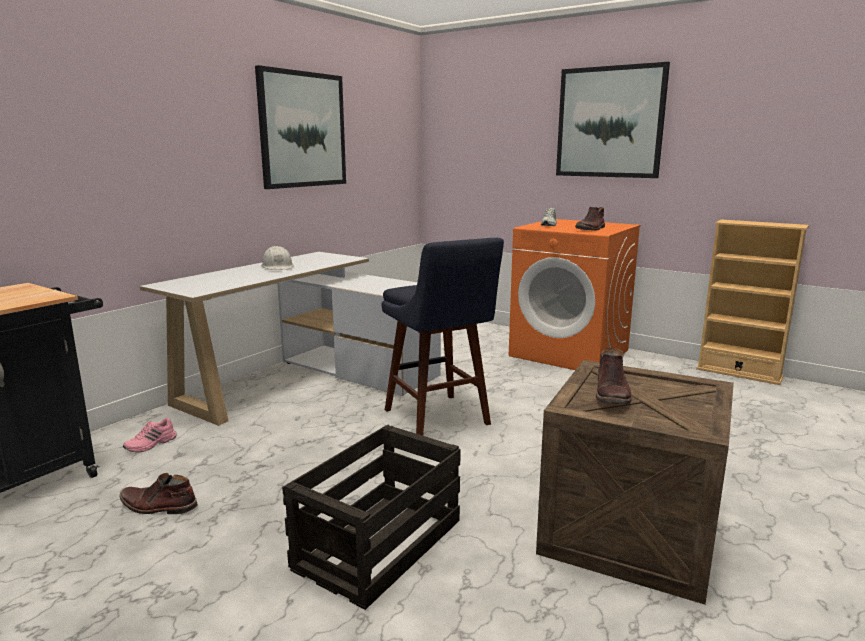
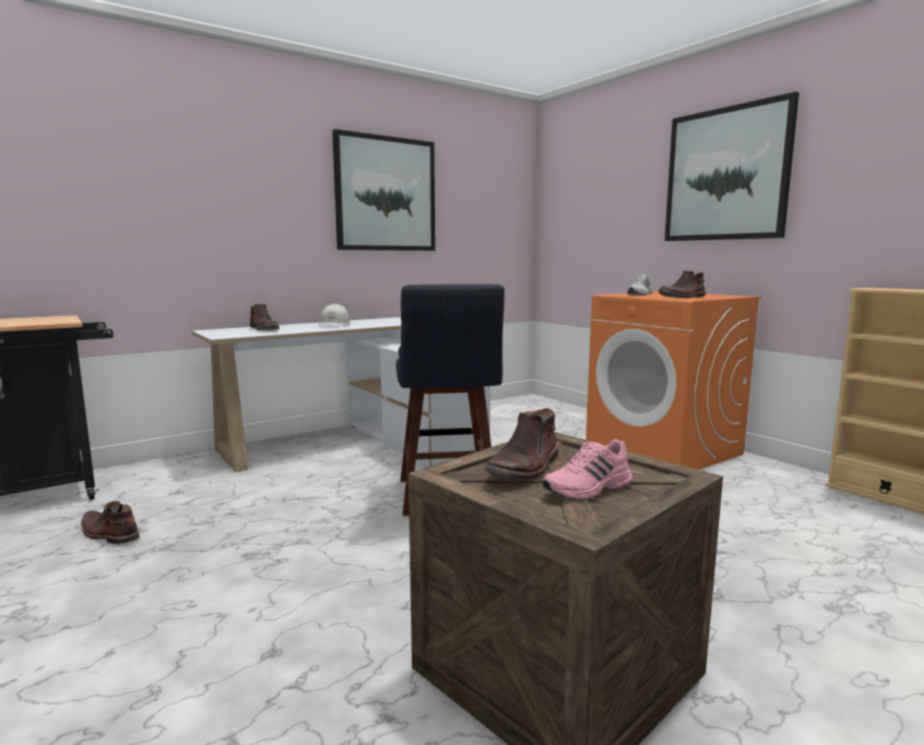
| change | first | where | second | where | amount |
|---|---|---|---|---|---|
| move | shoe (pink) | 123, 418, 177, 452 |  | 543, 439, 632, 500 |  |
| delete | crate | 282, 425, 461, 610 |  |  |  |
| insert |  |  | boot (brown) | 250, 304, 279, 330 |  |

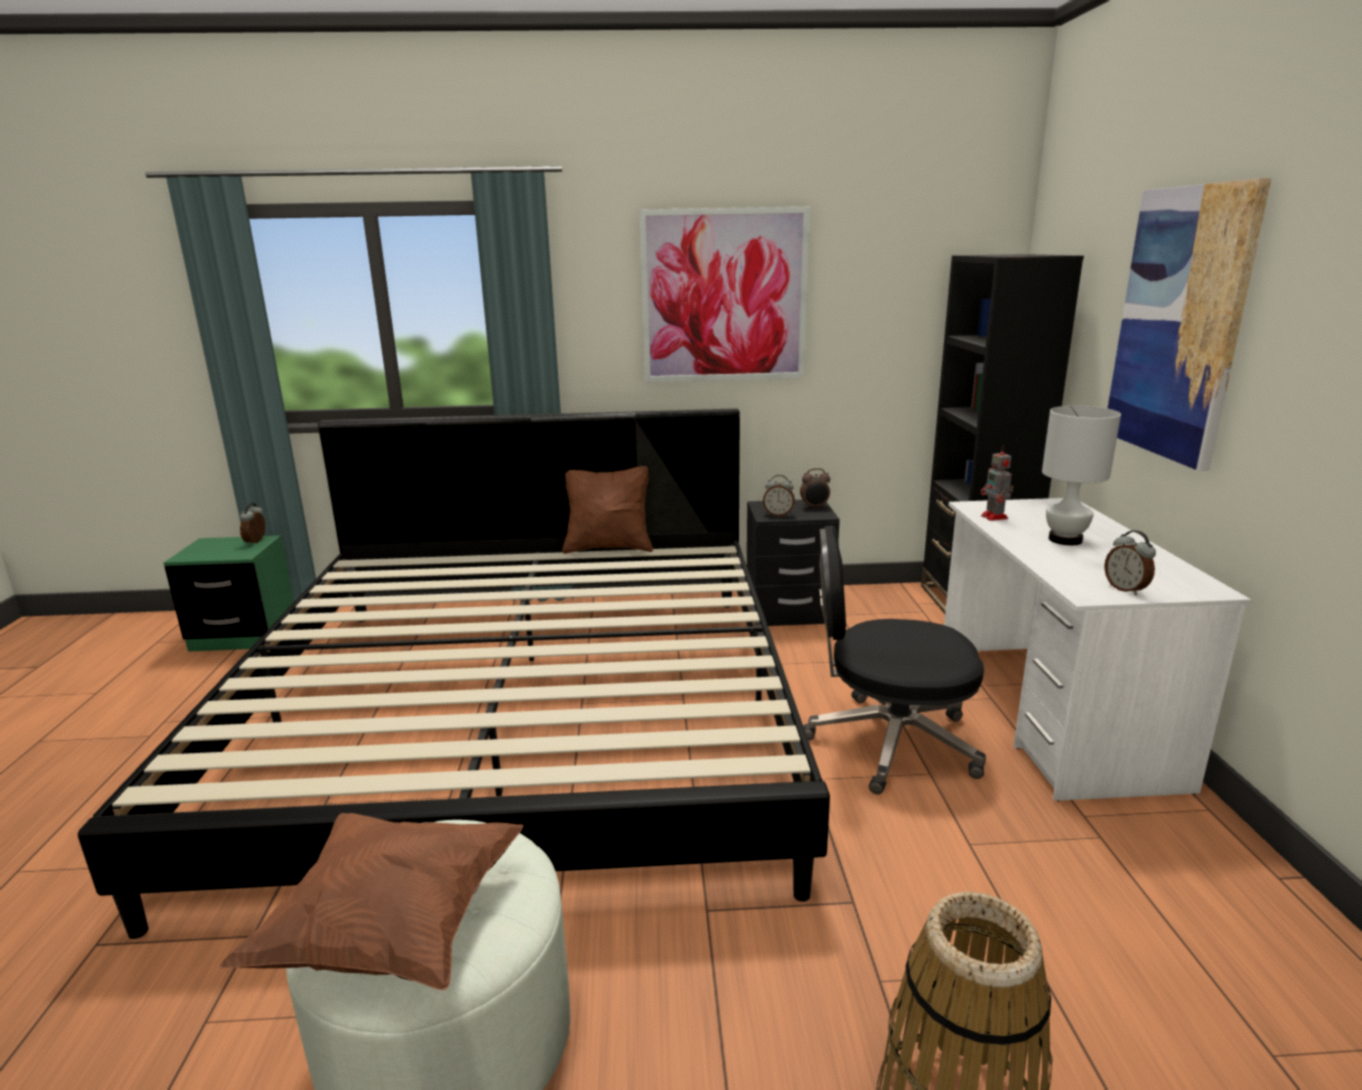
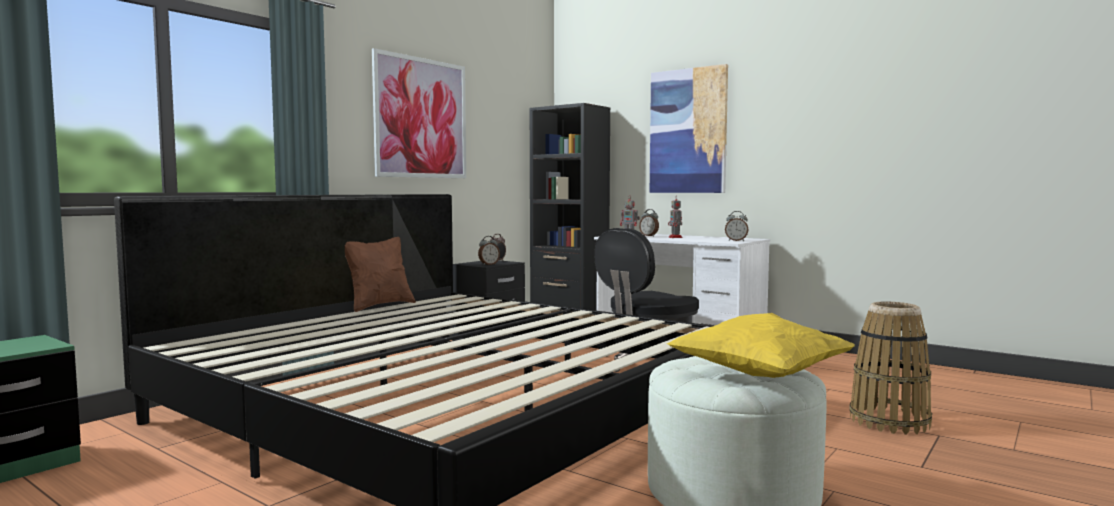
| change | first | where | second | where | amount |
|---|---|---|---|---|---|
| replace | table lamp (white) | 1042, 406, 1121, 545 | toy robot | 668, 196, 683, 238 |  |
| move | alarm clock | 240, 503, 265, 545 |  | 639, 209, 659, 237 |  |
| recolor | pillow (brown) | 219, 813, 523, 990 | pillow (yellow) | 667, 313, 855, 378 |  |

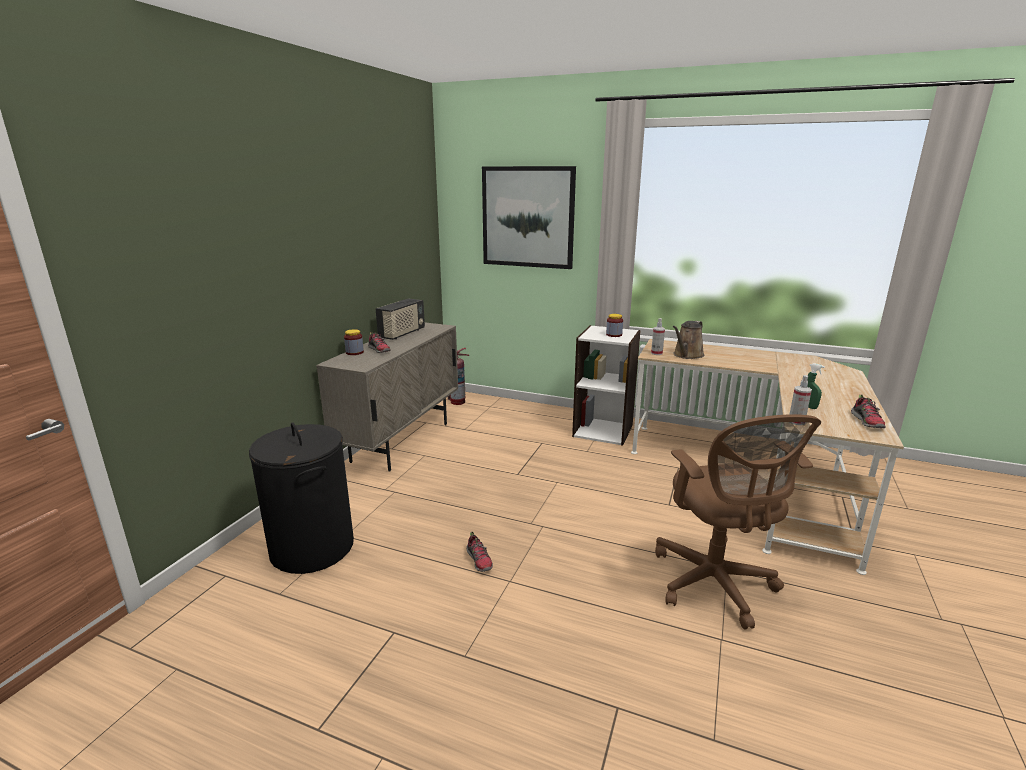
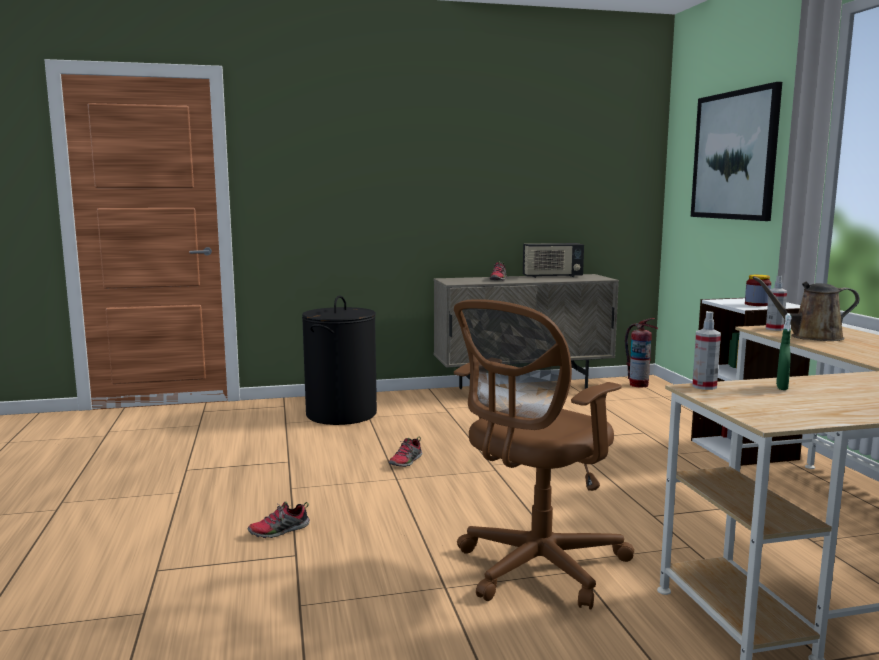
| change | first | where | second | where | amount |
|---|---|---|---|---|---|
| delete | jar | 344, 329, 364, 355 |  |  |  |
| move | shoe | 851, 394, 886, 428 |  | 248, 502, 310, 538 |  |

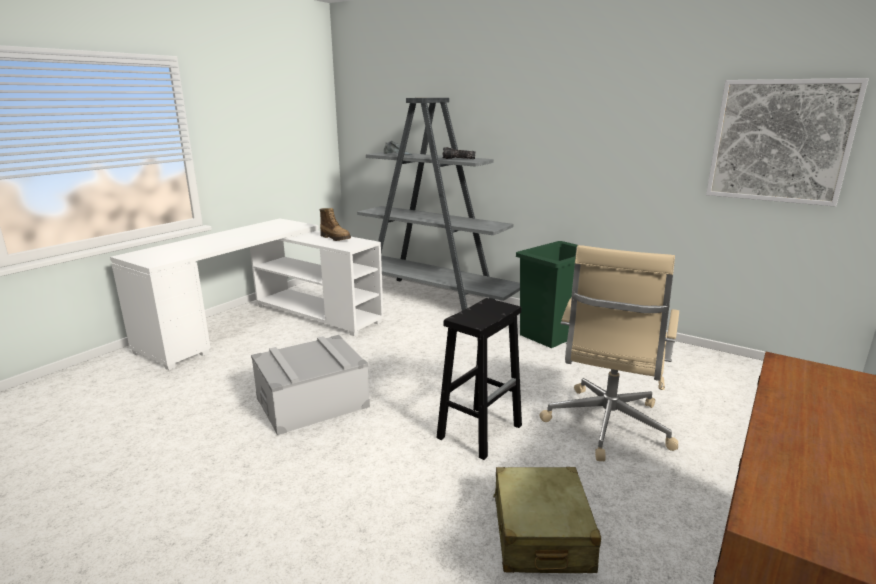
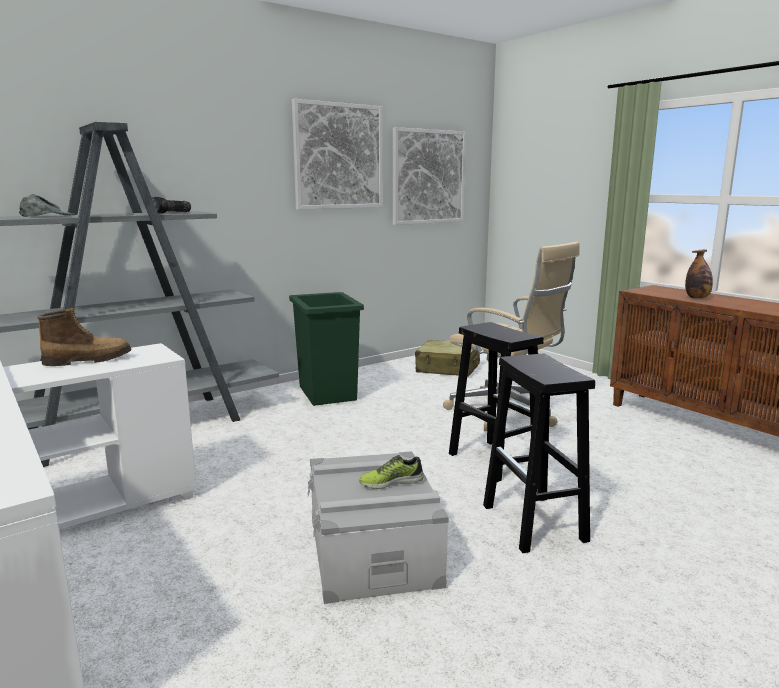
| change | first | where | second | where | amount |
|---|---|---|---|---|---|
| move | suitcase (beige) | 493, 467, 601, 573 |  | 415, 340, 480, 376 |  |
| insert |  |  | picture | 292, 99, 383, 210 |  |
| insert |  |  | bottle | 685, 249, 713, 299 |  |
| insert |  |  | stool (black) | 483, 354, 595, 553 |  |
| insert |  |  | shoe | 359, 455, 424, 489 |  |

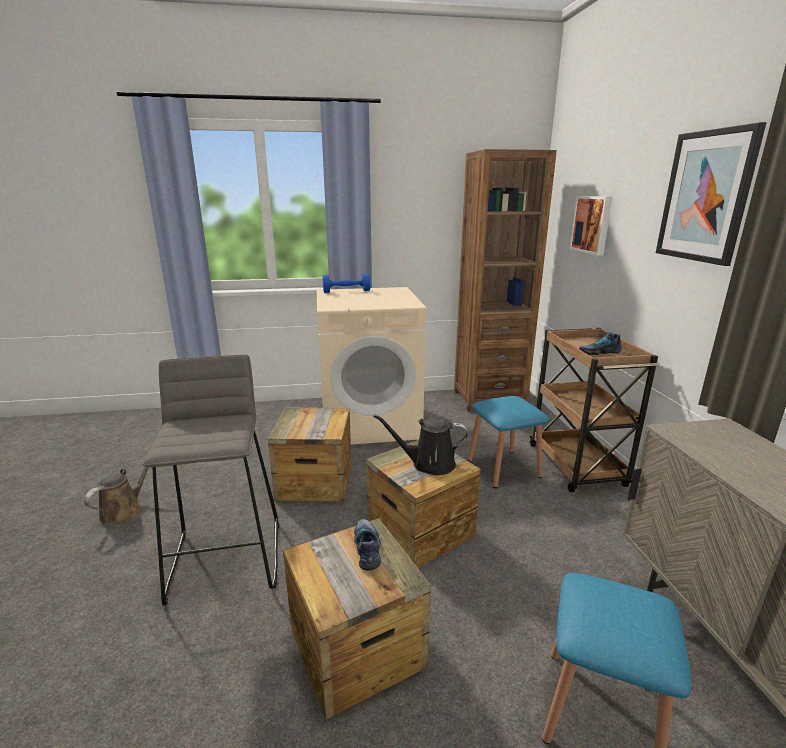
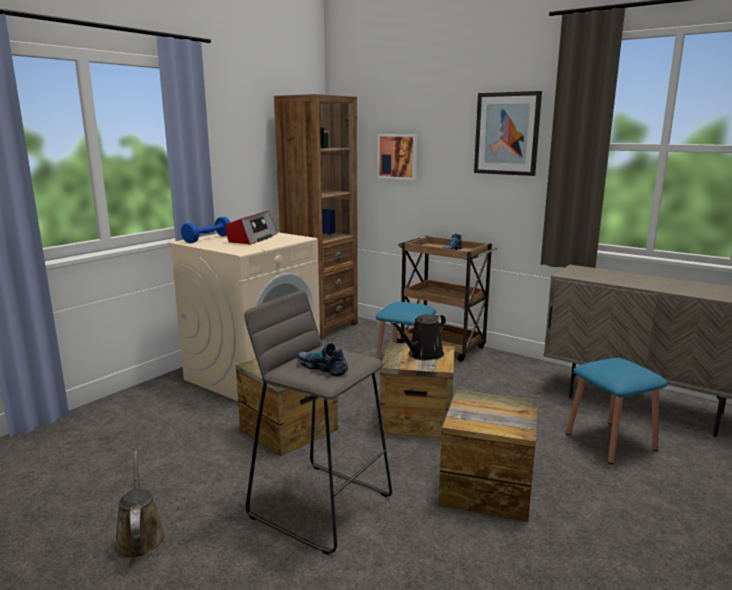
| change | first | where | second | where | amount |
|---|---|---|---|---|---|
| move | shoe | 354, 519, 381, 571 |  | 297, 343, 348, 376 |  |
| insert |  |  | radio | 226, 211, 278, 245 |  |

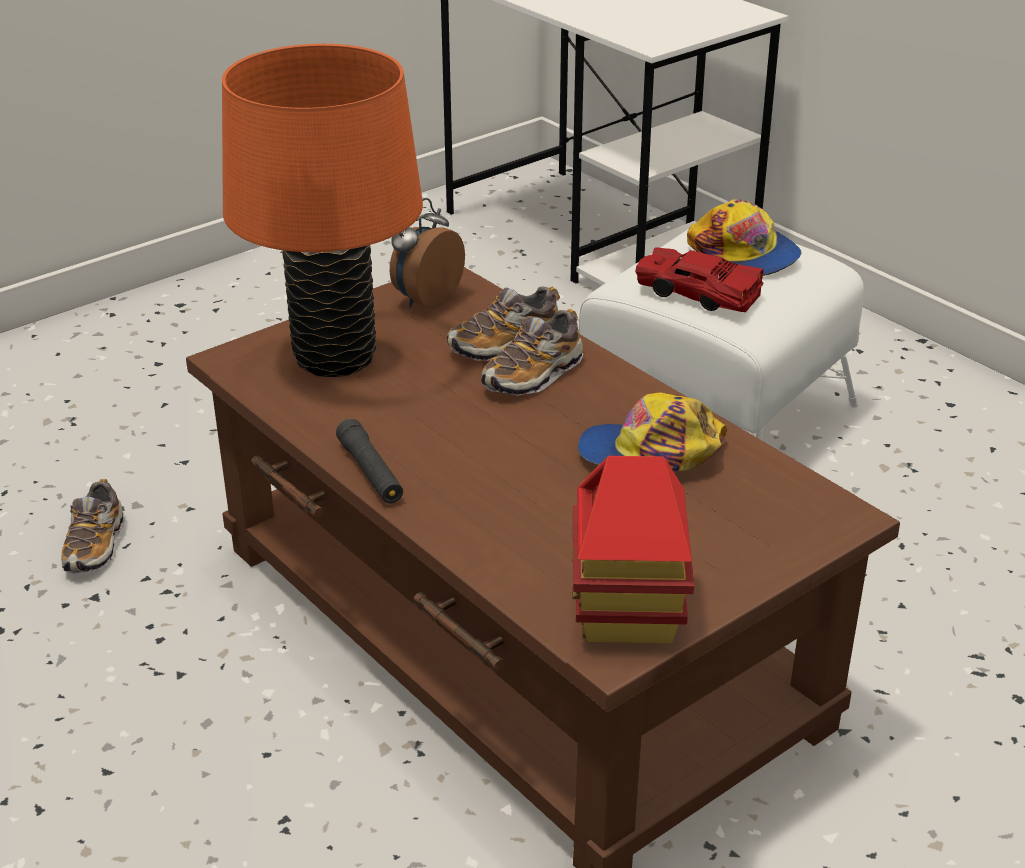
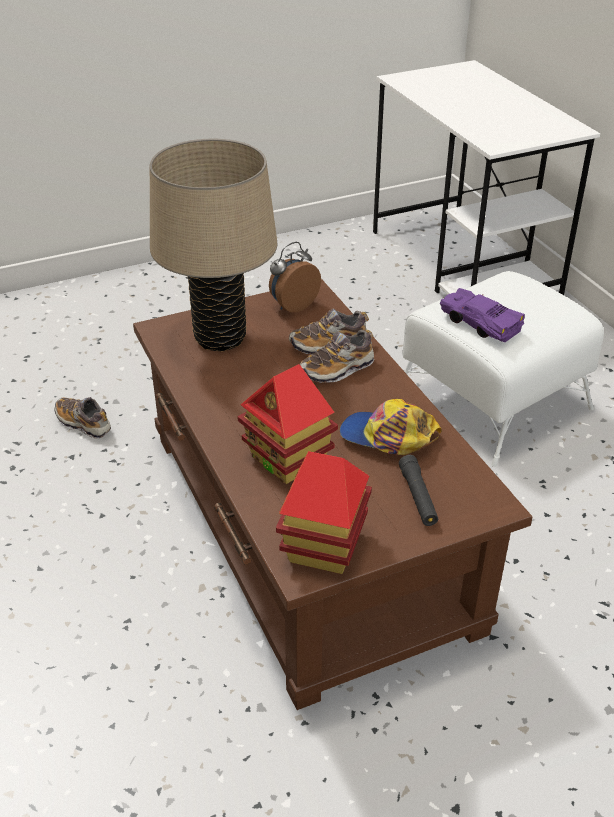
| change | first | where | second | where | amount |
|---|---|---|---|---|---|
| recolor | table lamp (orange) | 222, 44, 423, 377 | table lamp (beige) | 150, 139, 277, 352 |  |
| delete | cap | 687, 199, 802, 276 |  |  |  |
| recolor | toy car (red) | 635, 247, 764, 312 | toy car (purple) | 440, 288, 525, 342 |  |
| move | flashlight (black) | 336, 419, 403, 504 |  | 399, 455, 438, 526 |  |
| rotate | shoe | 61, 479, 124, 574 |  | 54, 397, 111, 439 | 105 degrees clockwise |
| insert |  |  | toy house | 237, 364, 338, 484 |  |

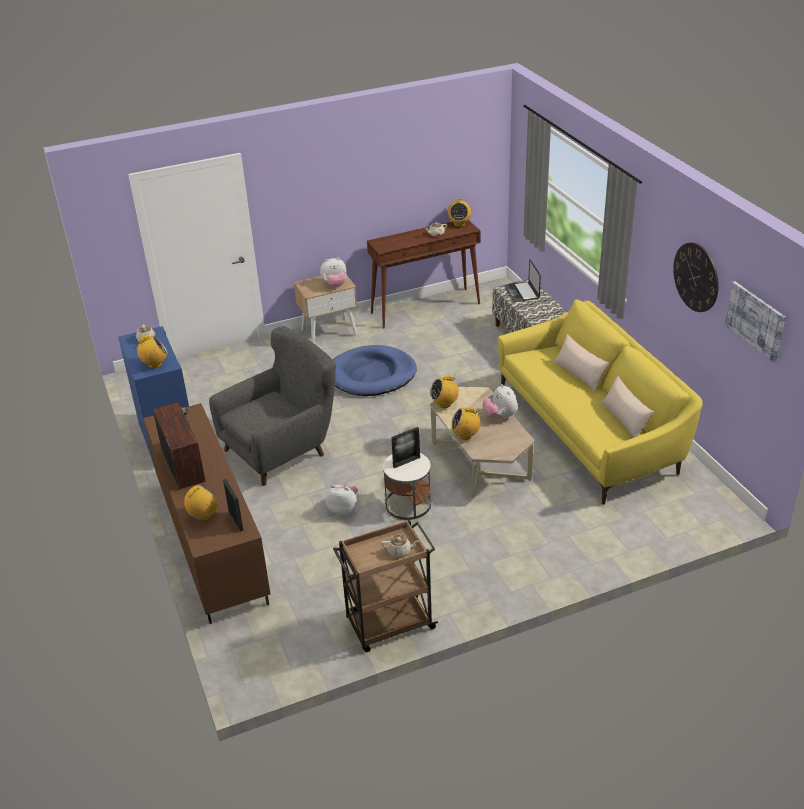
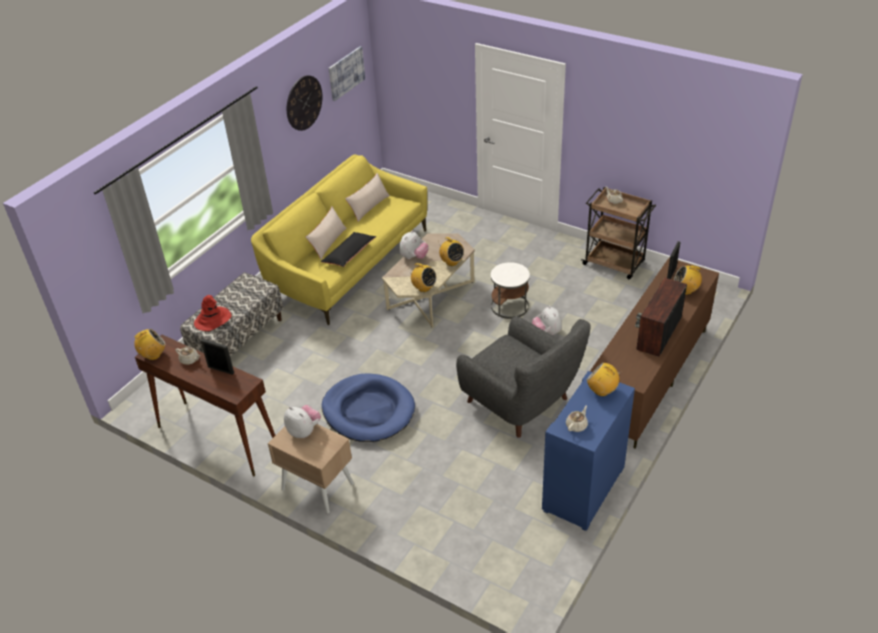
| change | first | where | second | where | amount |
|---|---|---|---|---|---|
| replace | laptop | 504, 259, 541, 302 | hat (red) | 194, 295, 232, 331 |  |
| rotate | armchair (grey) | 209, 326, 336, 486 |  | 456, 316, 591, 438 | 150 degrees counterclockwise |
| move | picture frame | 391, 427, 420, 468 |  | 201, 339, 234, 375 |  |
| insert |  |  | pillow (black) | 321, 232, 376, 267 |  |

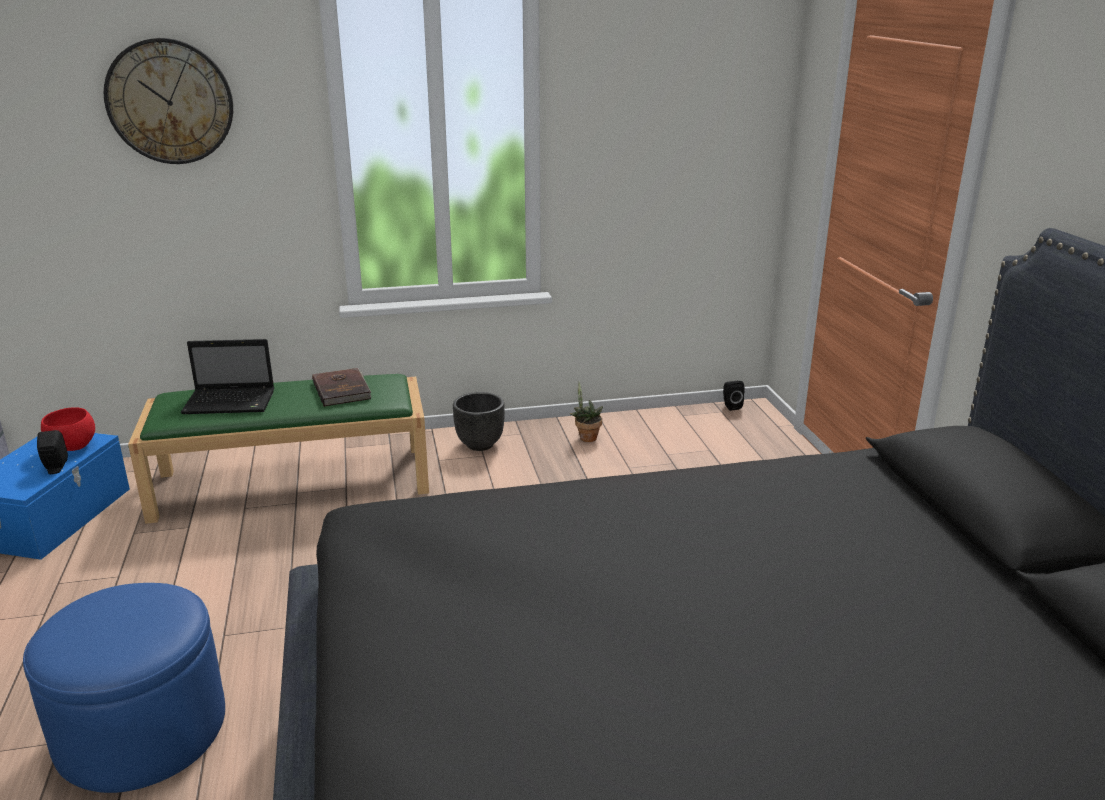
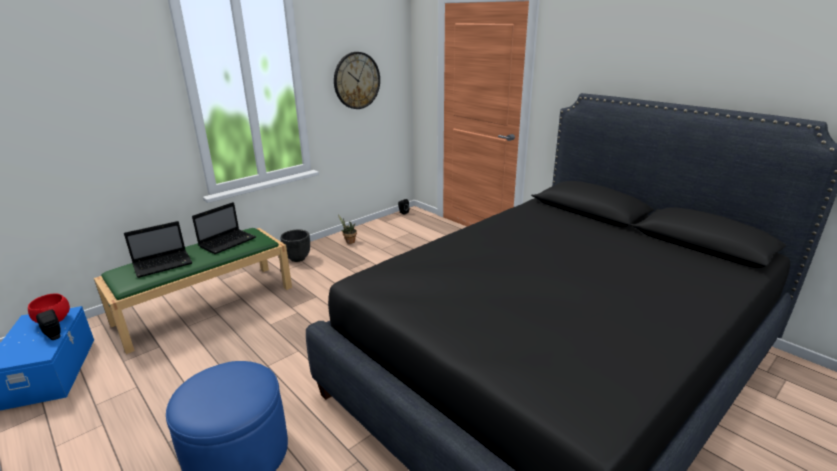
| change | first | where | second | where | amount |
|---|---|---|---|---|---|
| move | wall clock | 104, 38, 233, 164 |  | 334, 52, 380, 109 |  |
| replace | book (brown) | 312, 368, 372, 407 | laptop | 192, 202, 256, 254 |  |

